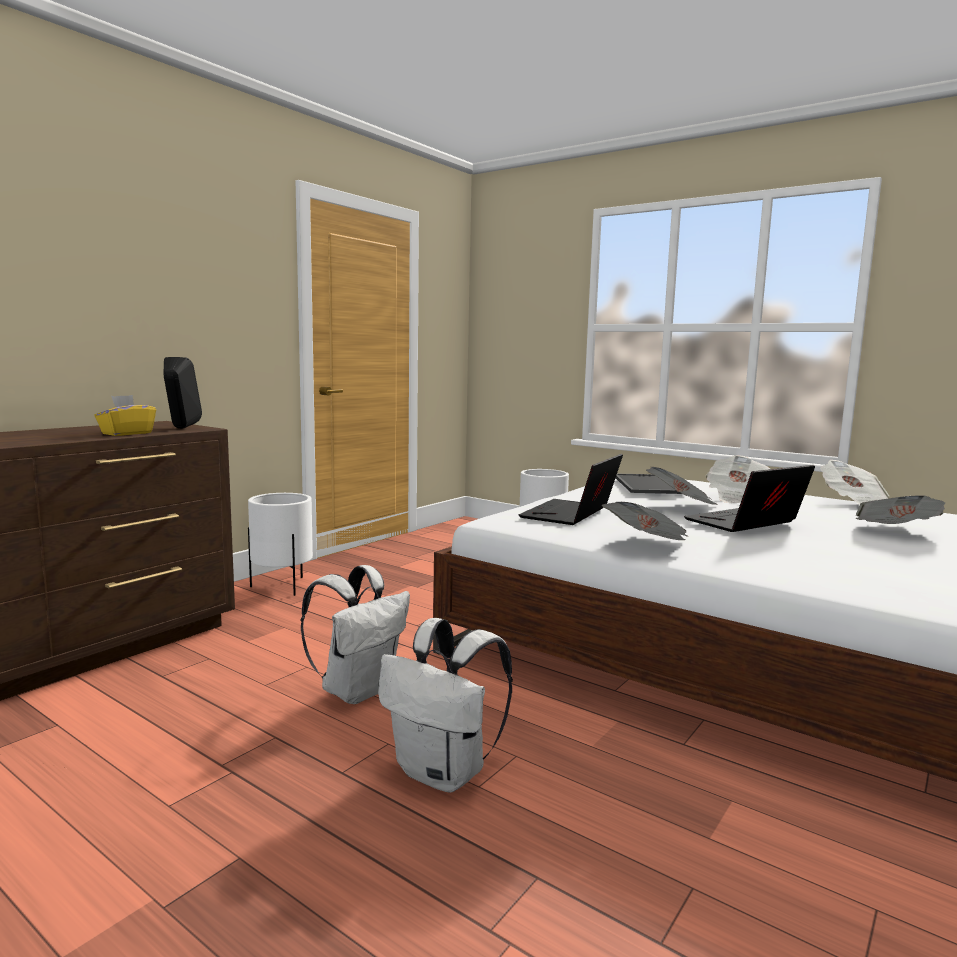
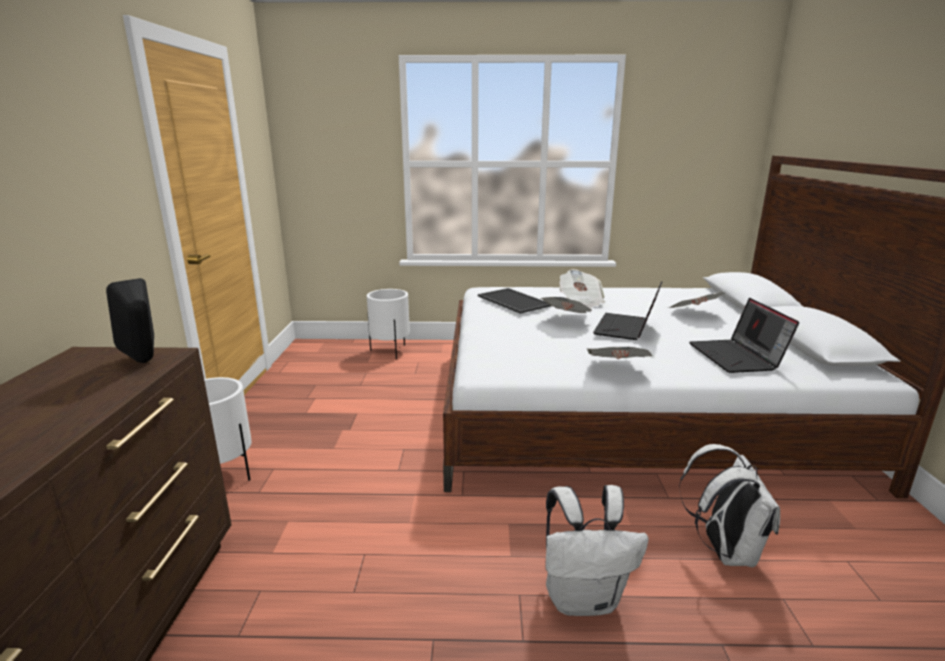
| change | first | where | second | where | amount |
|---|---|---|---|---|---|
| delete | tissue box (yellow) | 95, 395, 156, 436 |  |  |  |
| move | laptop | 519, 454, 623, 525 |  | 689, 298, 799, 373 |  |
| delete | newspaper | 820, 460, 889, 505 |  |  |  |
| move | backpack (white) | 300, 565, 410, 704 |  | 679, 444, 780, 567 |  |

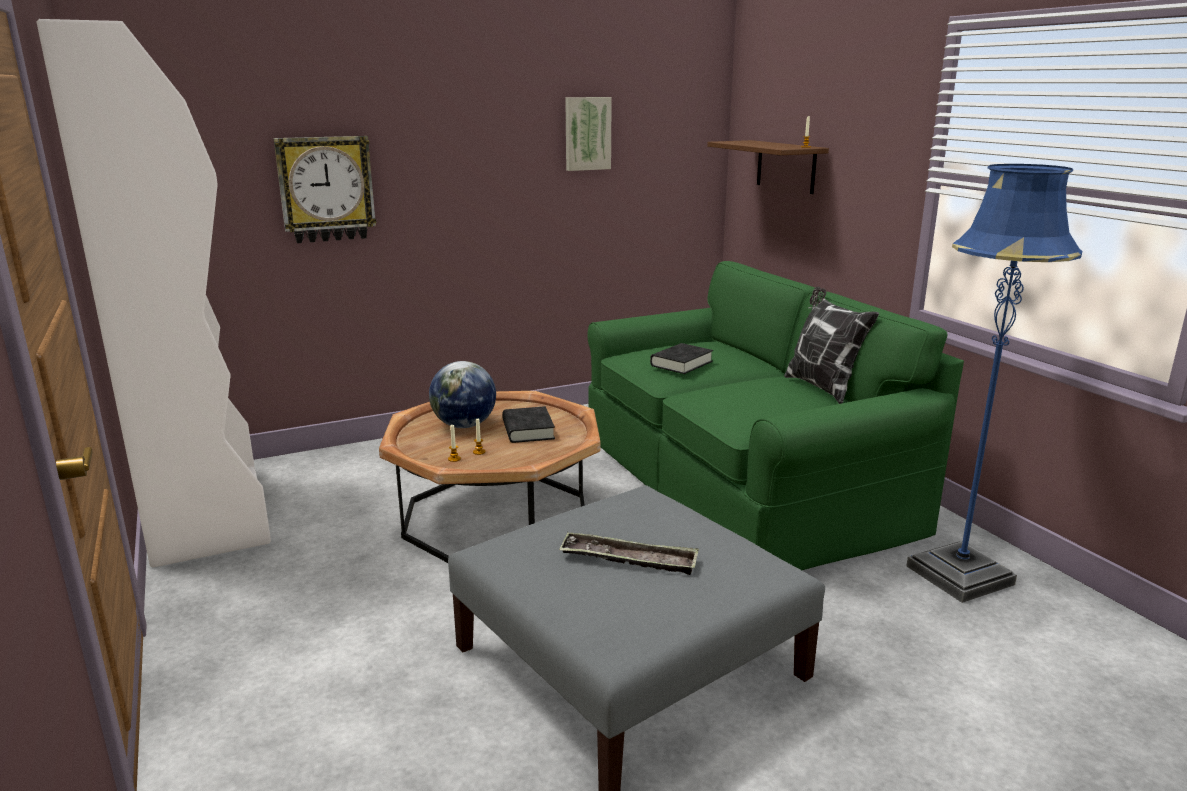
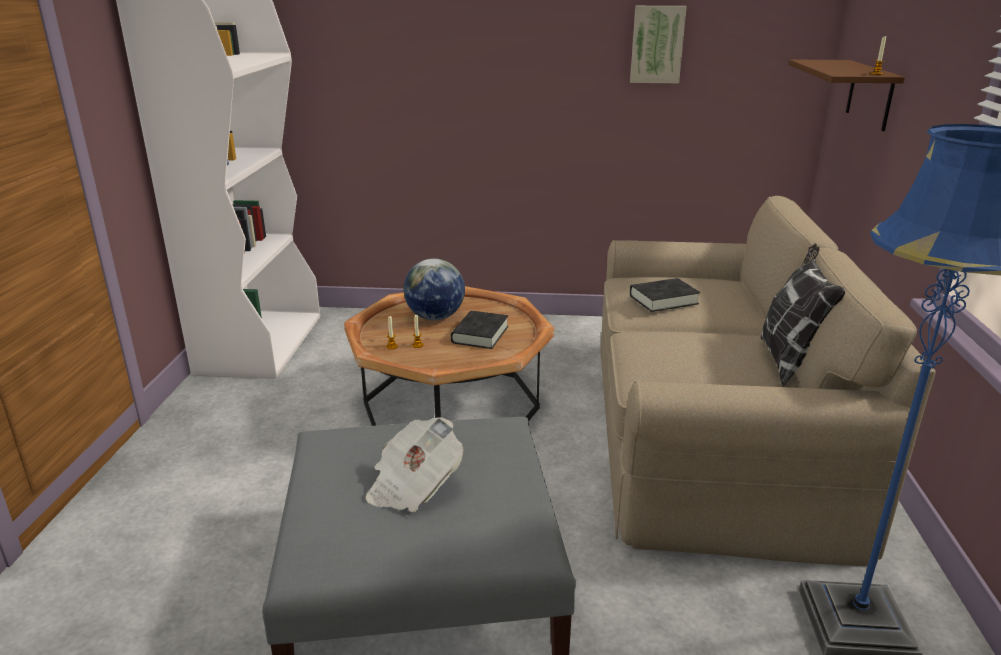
| change | first | where | second | where | amount |
|---|---|---|---|---|---|
| delete | wall clock | 273, 136, 377, 243 |  |  |  |
| recolor | sofa (green) | 587, 261, 964, 570 | sofa (beige) | 600, 196, 936, 566 |  |
| replace | tray | 559, 532, 699, 575 | newspaper | 366, 417, 463, 512 |  |

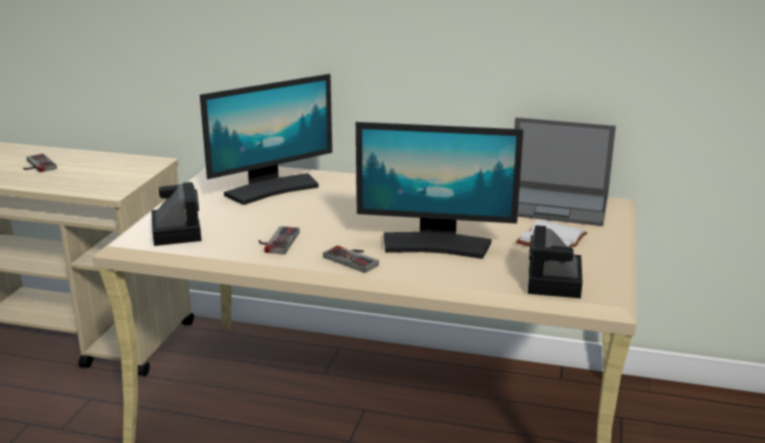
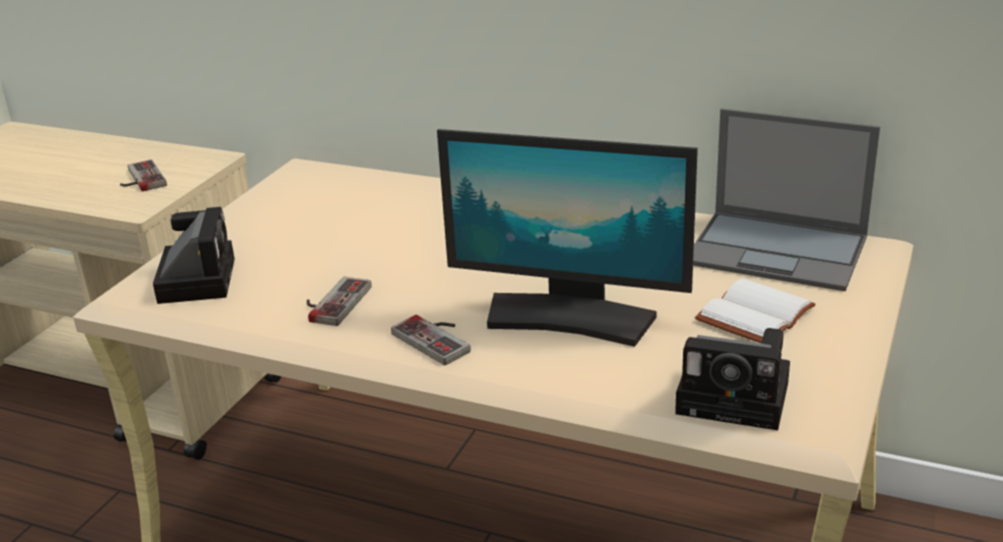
| change | first | where | second | where | amount |
|---|---|---|---|---|---|
| delete | monitor | 200, 74, 332, 205 |  |  |  |
| move | game controller | 23, 153, 57, 172 |  | 120, 159, 167, 192 |  |
| rotate | photo camera | 528, 225, 582, 298 |  | 675, 328, 790, 430 | 90 degrees counterclockwise |

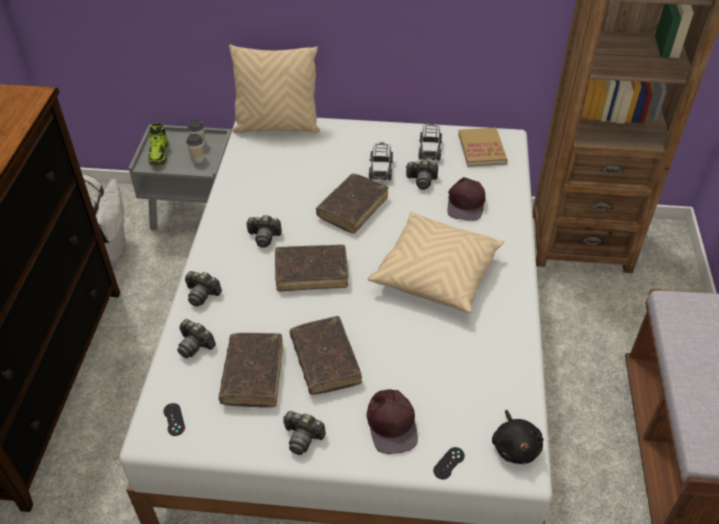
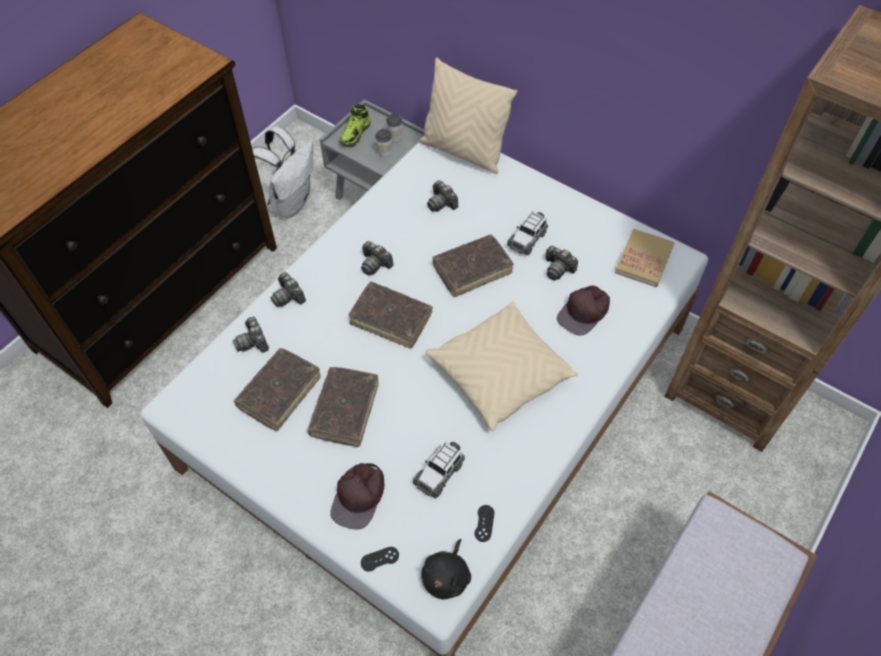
| change | first | where | second | where | amount |
|---|---|---|---|---|---|
| move | toy car | 418, 124, 442, 161 |  | 413, 441, 465, 499 |  |
| move | game controller (black) | 163, 403, 185, 436 |  | 475, 505, 494, 542 |  |
| move | photo camera | 283, 411, 326, 455 |  | 427, 180, 459, 212 |  |

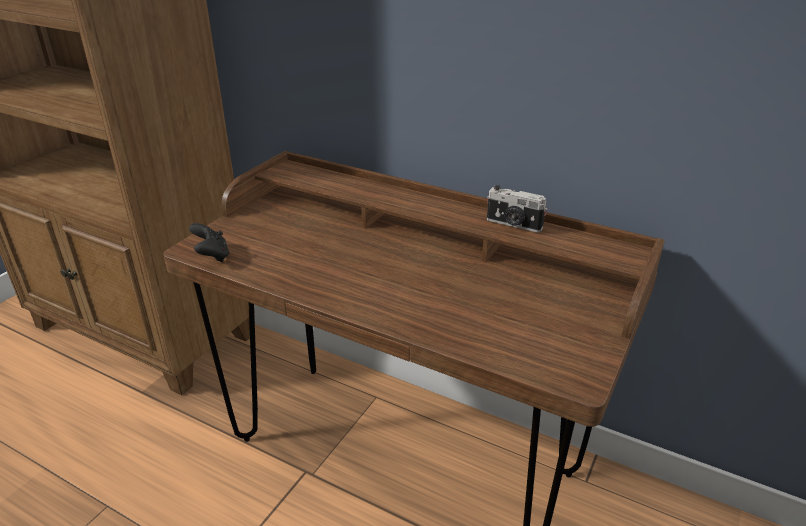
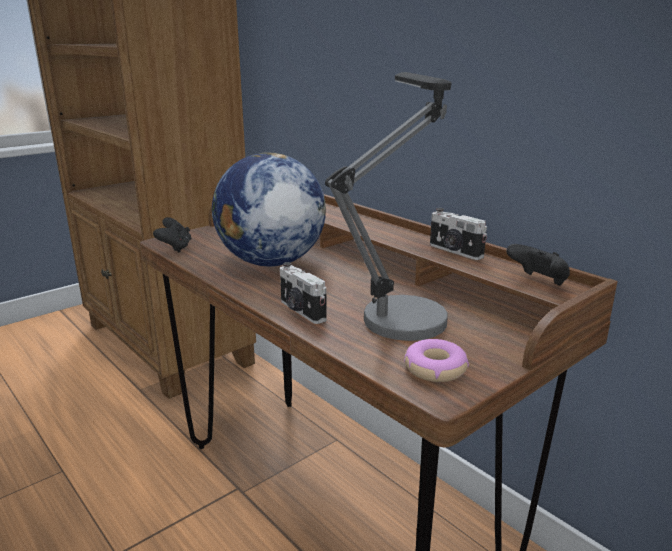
| change | first | where | second | where | amount |
|---|---|---|---|---|---|
| insert |  |  | table lamp | 325, 72, 452, 341 |  |
| insert |  |  | globe | 212, 153, 326, 266 |  |
| insert |  |  | game controller (black) | 506, 244, 570, 285 |  |
| insert |  |  | photo camera | 280, 262, 327, 324 |  |
| insert |  |  | donut | 404, 339, 469, 382 |  |

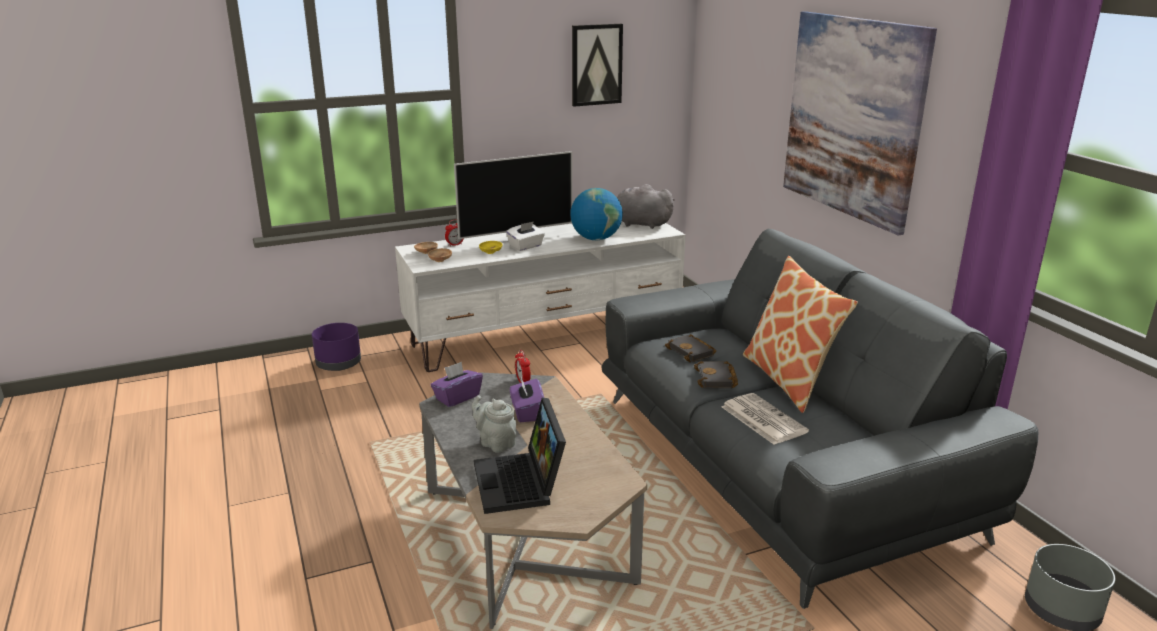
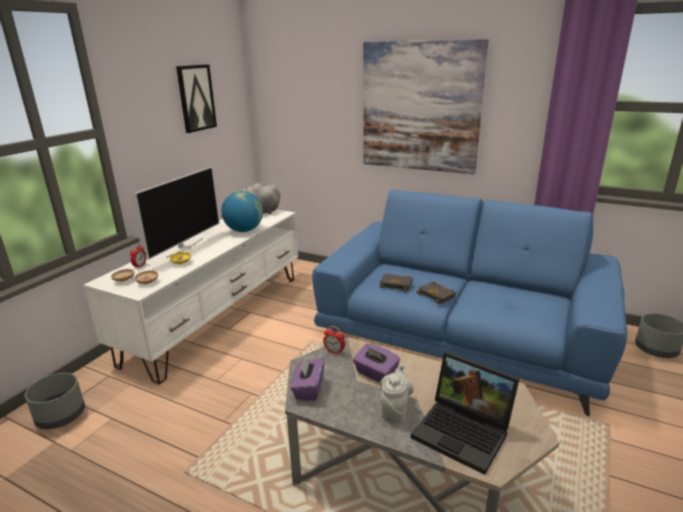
| change | first | where | second | where | amount |
|---|---|---|---|---|---|
| delete | tissue box (white) | 506, 221, 545, 251 |  |  |  |
| recolor | sofa (grey) | 602, 229, 1038, 609 | sofa (blue) | 312, 189, 627, 416 |  |
| delete | pillow | 743, 256, 858, 413 |  |  |  |
| recolor | planter (purple) | 312, 323, 361, 371 | planter (grey) | 25, 373, 85, 429 |  |
| delete | newspaper | 721, 393, 809, 445 |  |  |  |
| rotate | teapot (grey) | 472, 395, 517, 453 |  | 380, 364, 413, 423 | 105 degrees clockwise |

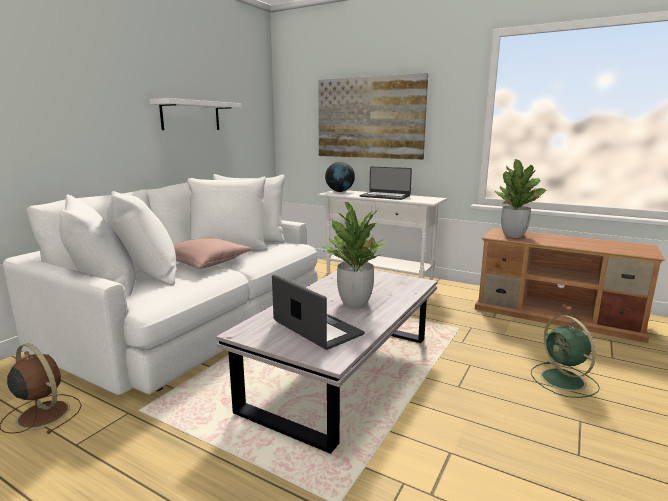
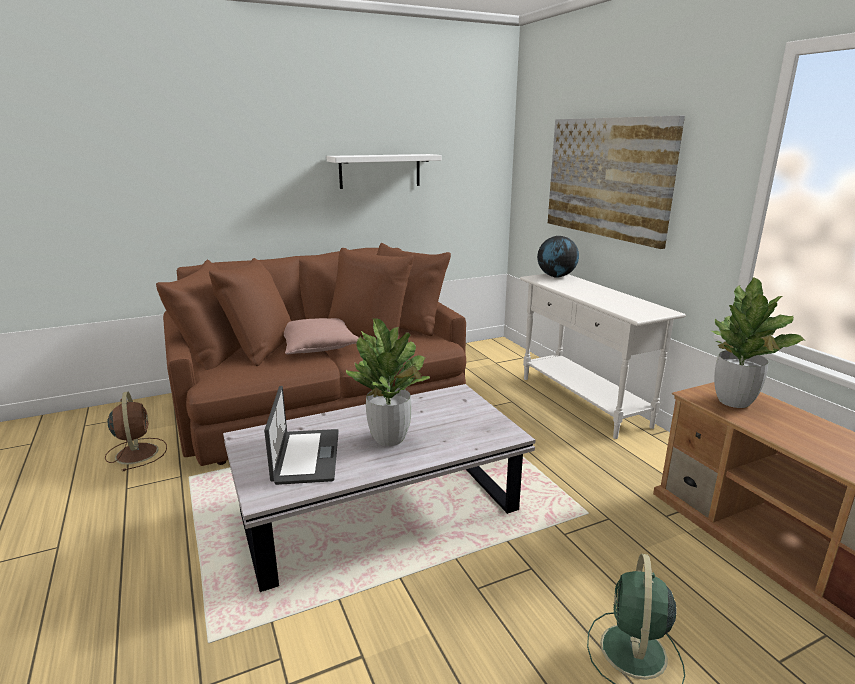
| change | first | where | second | where | amount |
|---|---|---|---|---|---|
| delete | laptop | 360, 166, 412, 200 |  |  |  |
| recolor | sofa (white) | 3, 174, 318, 395 | sofa (brown) | 156, 243, 466, 466 |  |

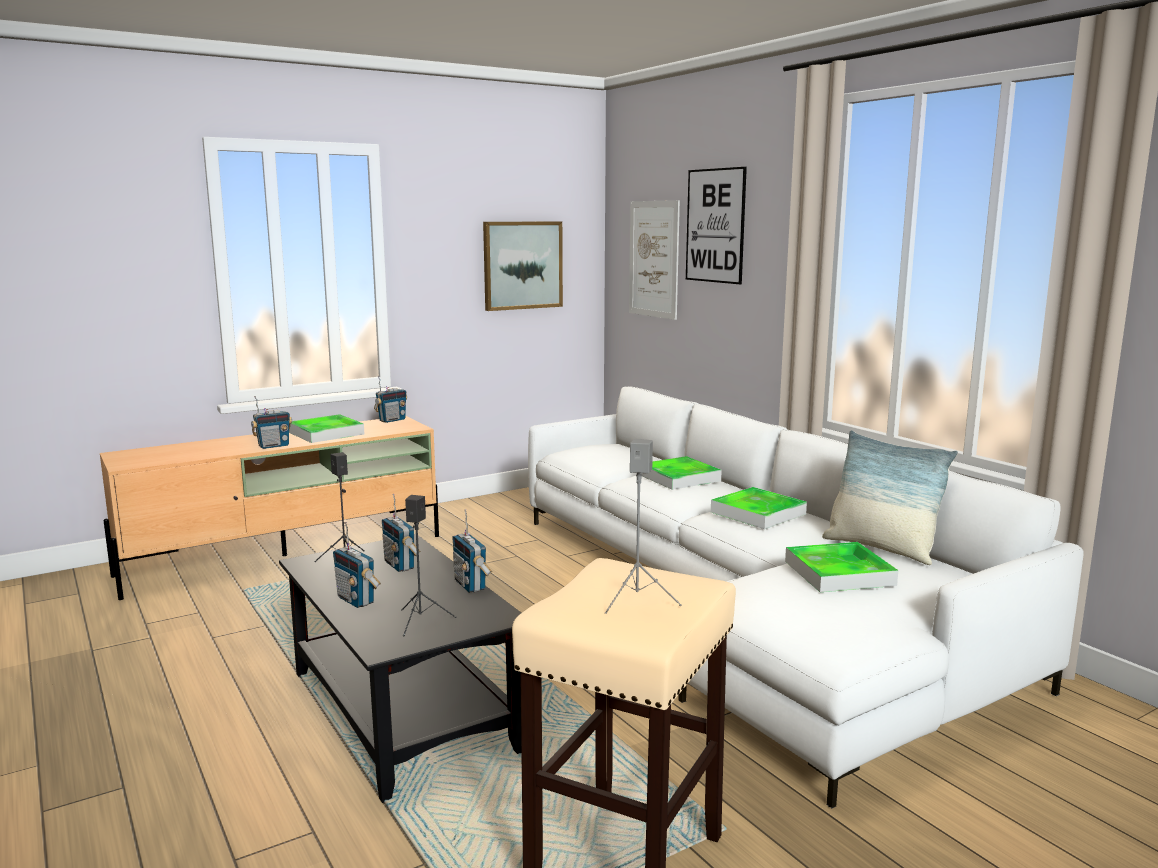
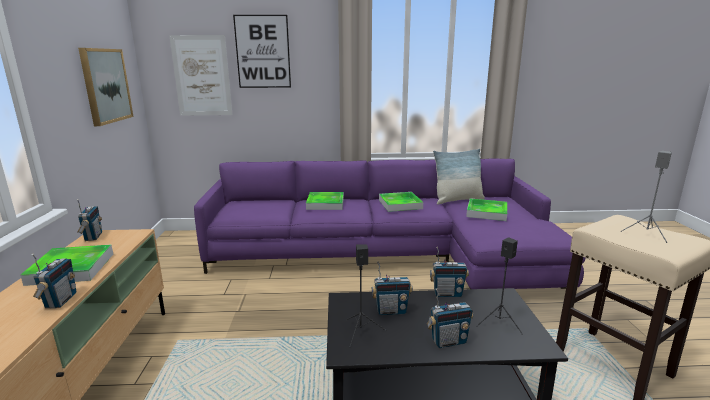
| change | first | where | second | where | amount |
|---|---|---|---|---|---|
| recolor | sofa (white) | 528, 386, 1084, 808 | sofa (purple) | 194, 158, 586, 289 |  |

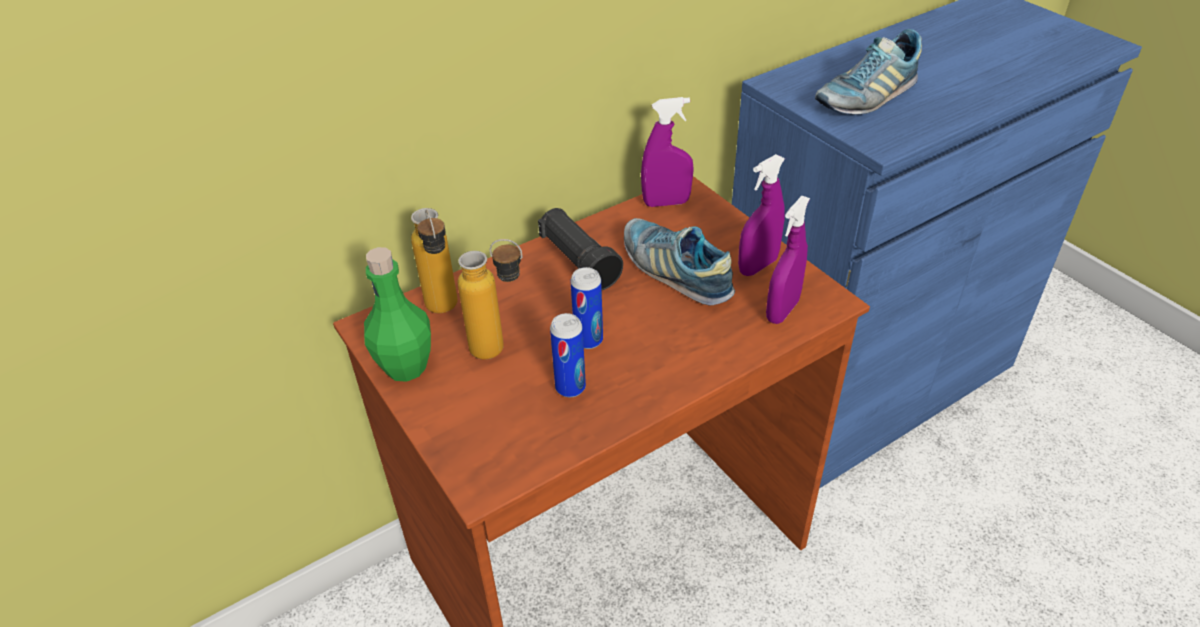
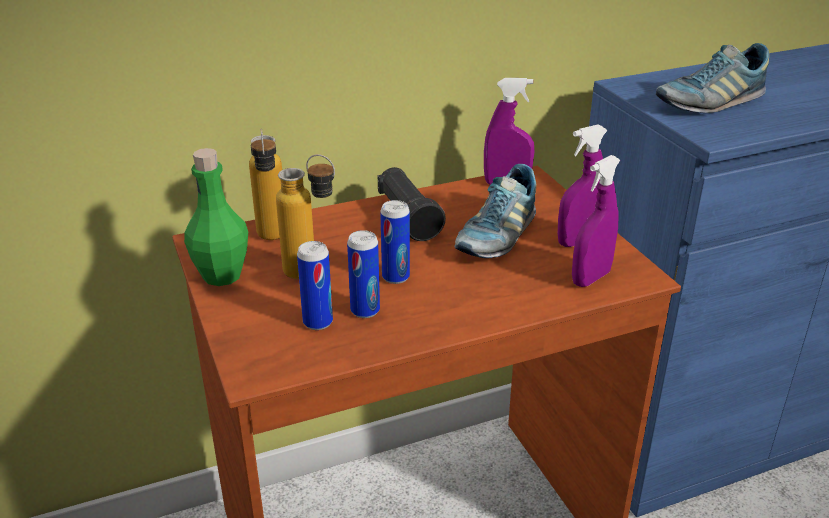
| change | first | where | second | where | amount |
|---|---|---|---|---|---|
| rotate | shoe | 624, 218, 735, 306 |  | 454, 164, 536, 258 | 120 degrees counterclockwise |
| insert |  |  | can | 297, 241, 333, 330 |  |

